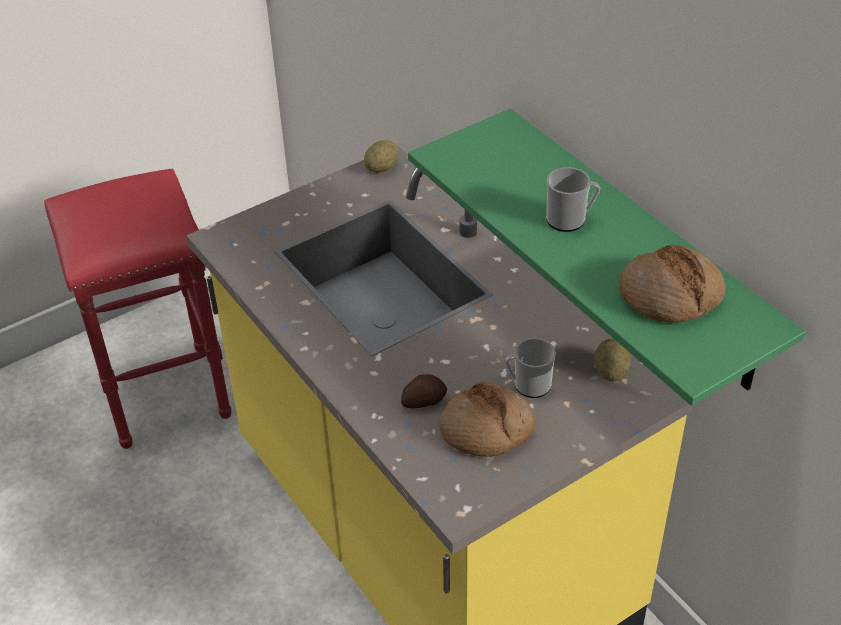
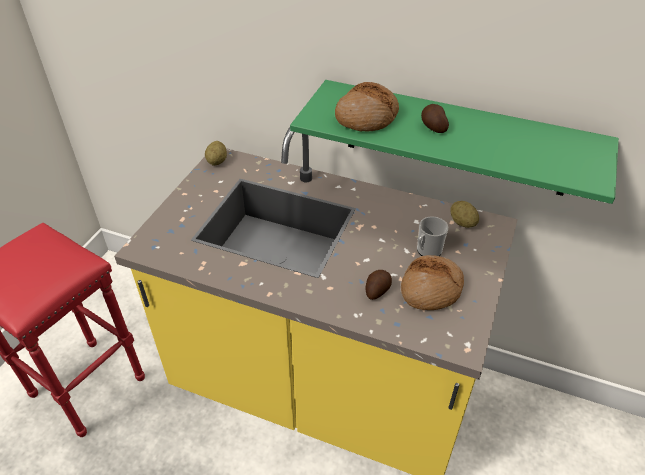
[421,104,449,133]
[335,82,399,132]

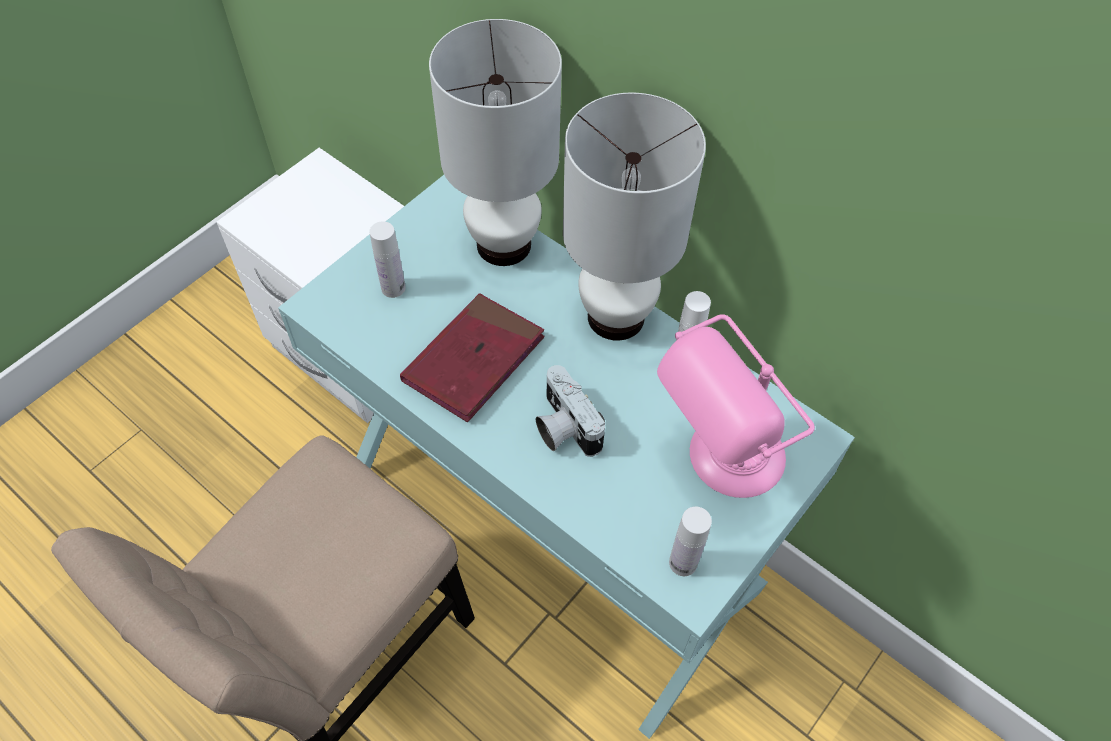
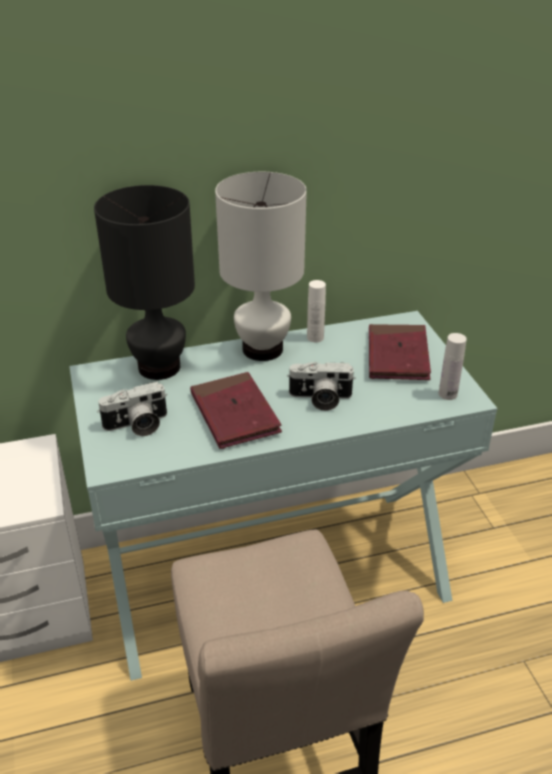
[94,185,195,380]
[97,382,167,436]
[369,324,431,380]

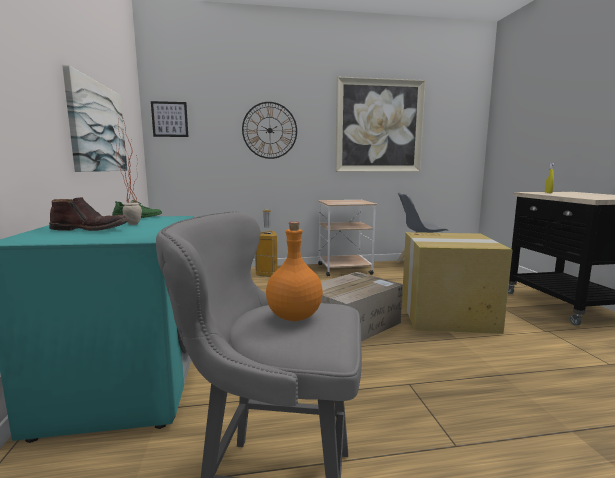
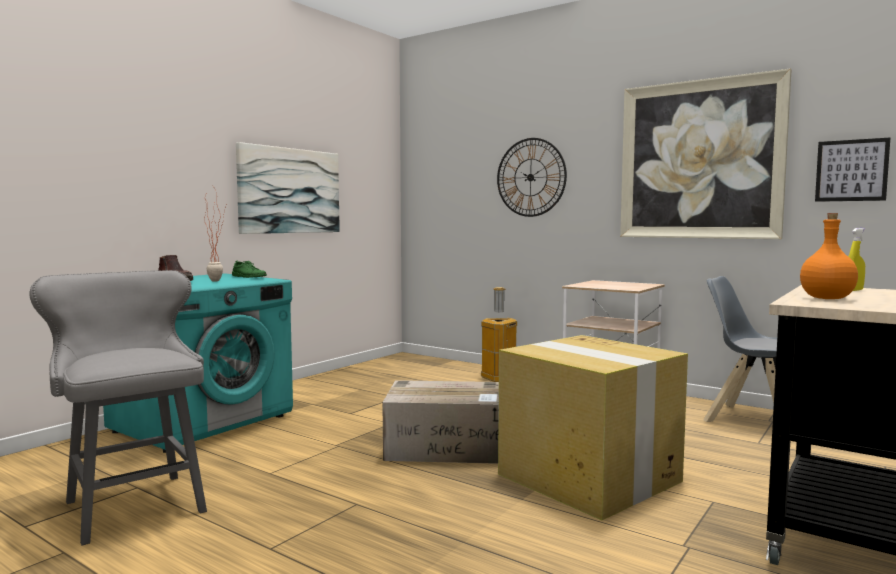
[815,138,890,202]
[800,213,858,299]

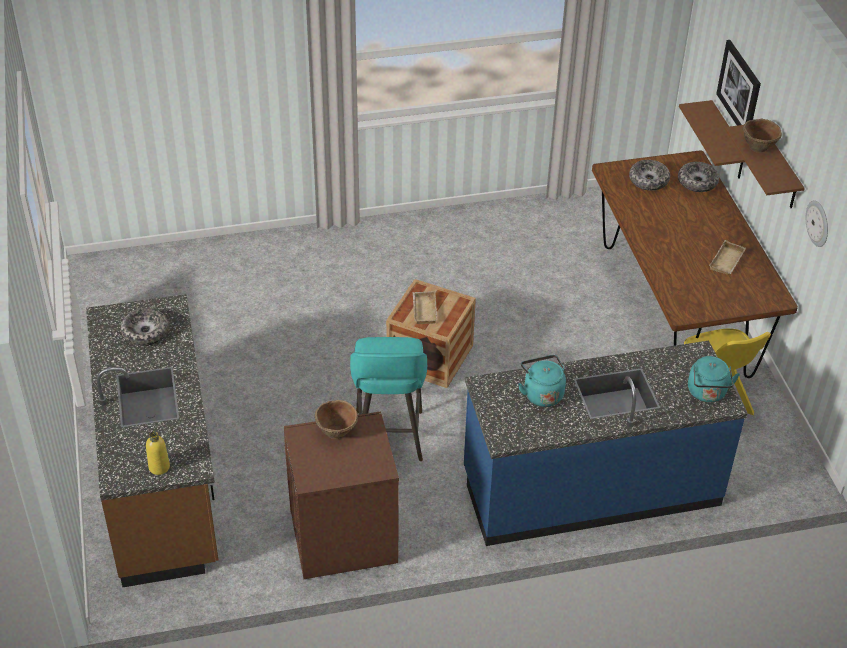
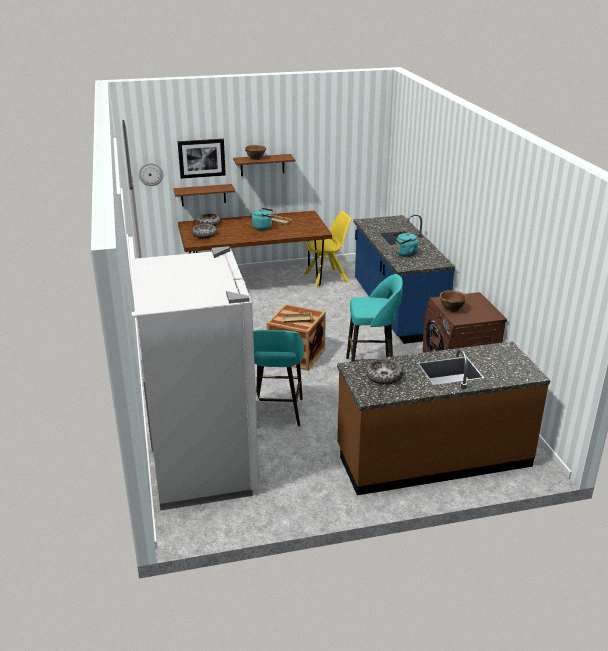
[138,162,164,186]
[252,208,273,230]
[146,431,170,475] (first image)
[132,246,261,511]
[253,330,304,426]

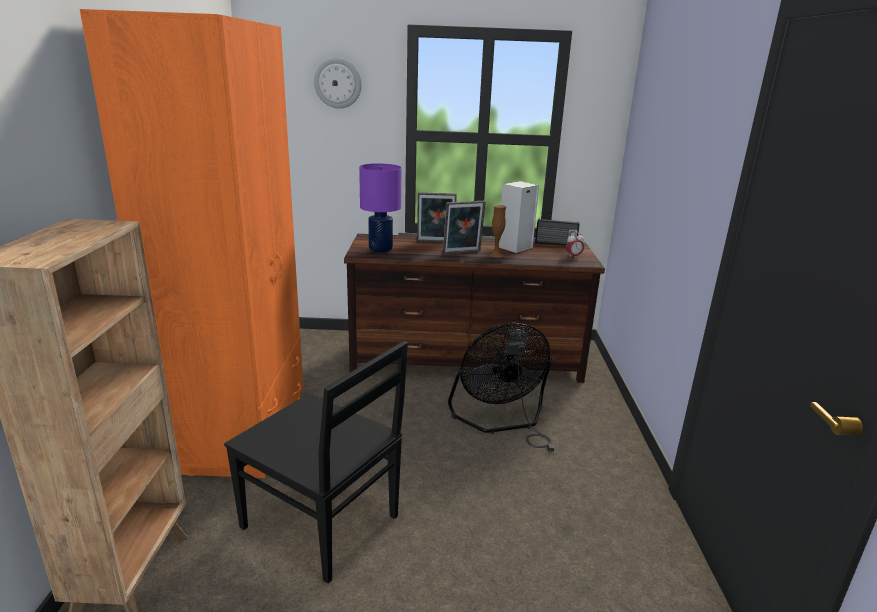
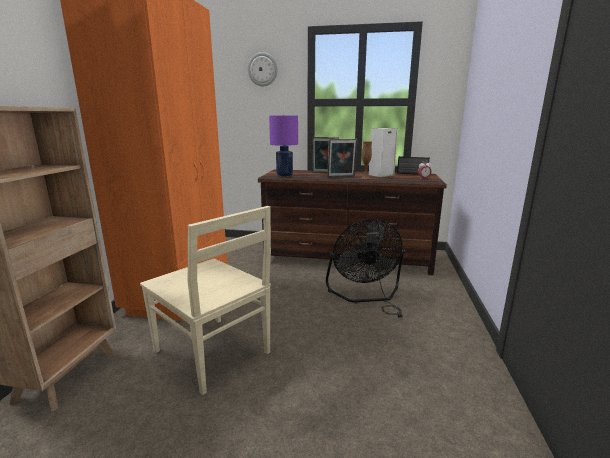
[140,206,271,395]

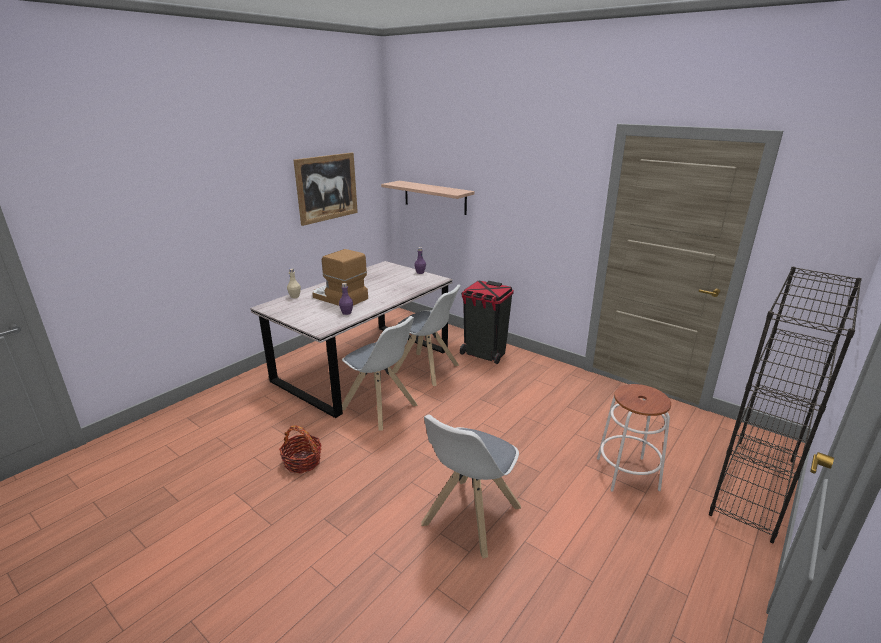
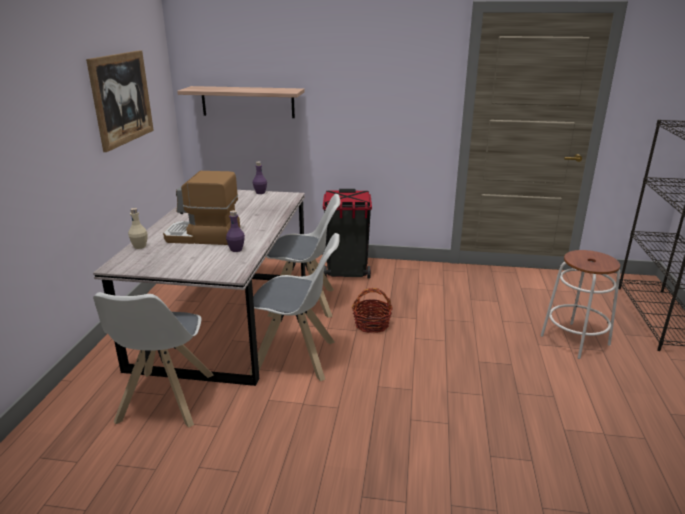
[93,292,214,427]
[352,288,393,333]

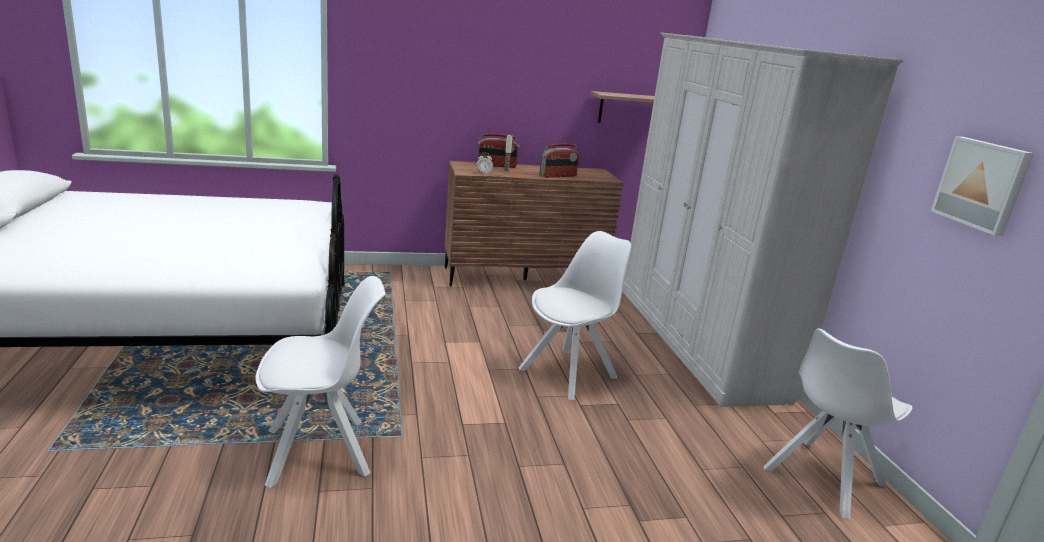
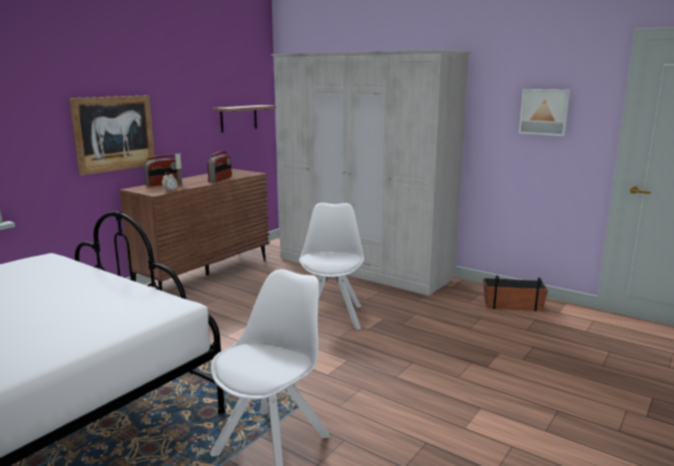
[483,276,548,311]
[69,95,155,176]

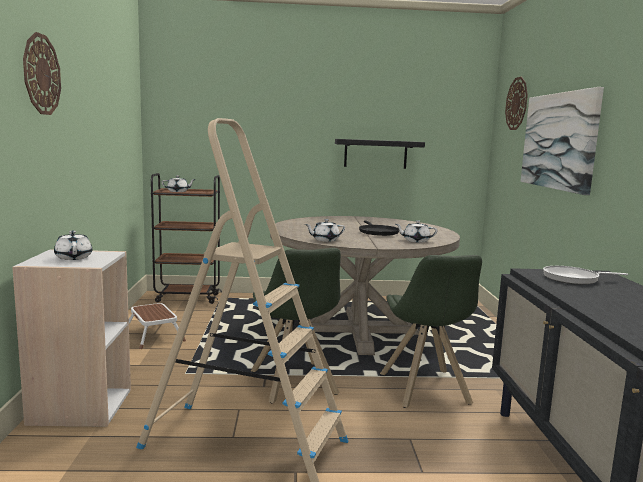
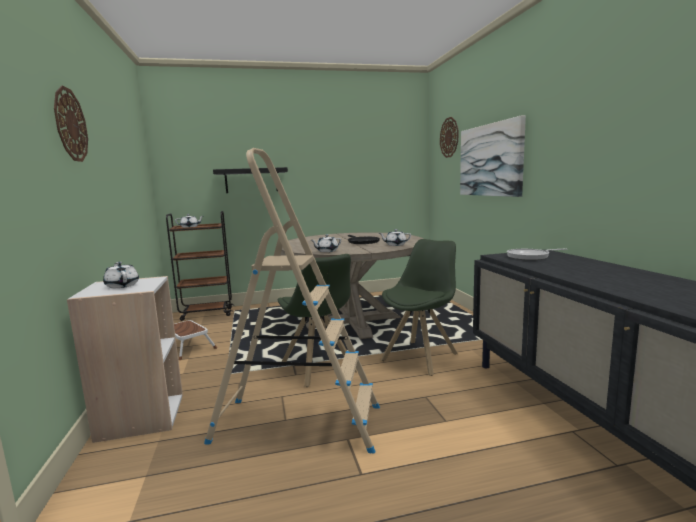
[213,167,288,193]
[381,239,458,376]

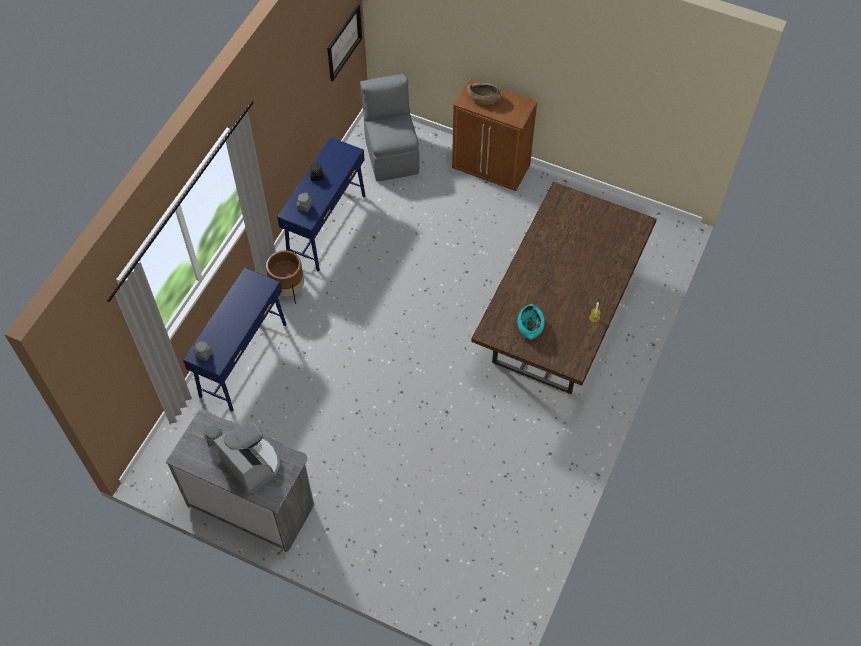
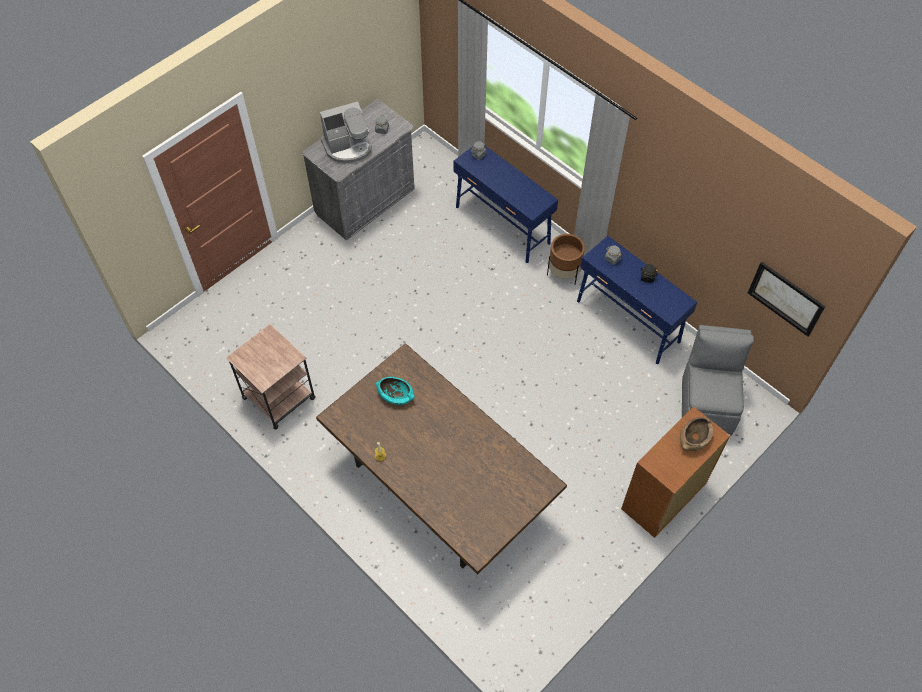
[682,325,754,436]
[226,324,316,430]

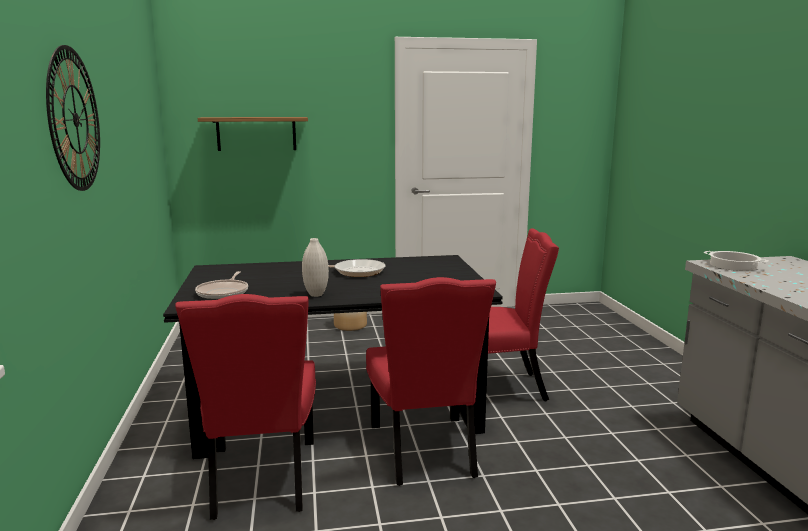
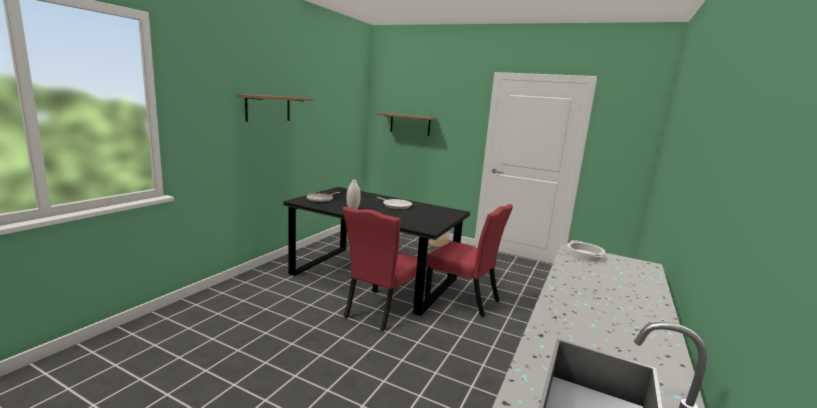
[237,94,313,122]
[175,294,316,520] (first image)

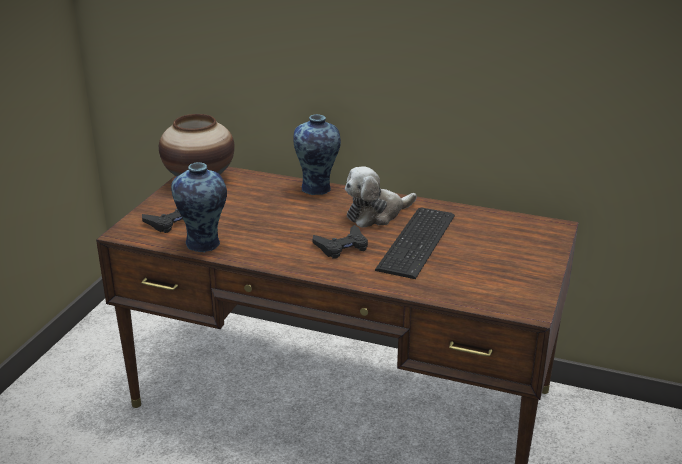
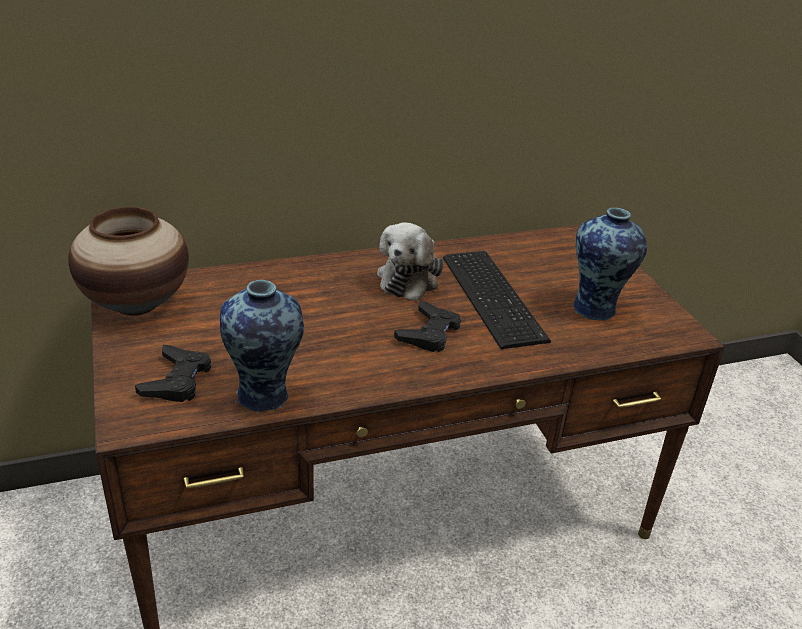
[573,207,647,320]

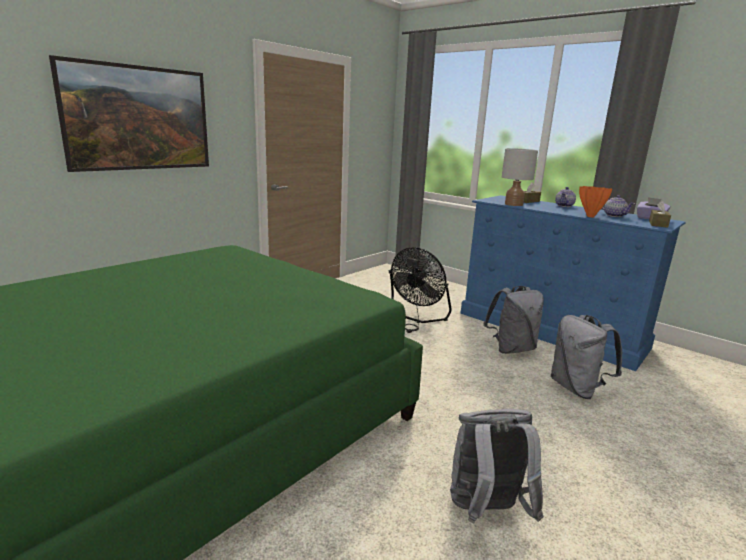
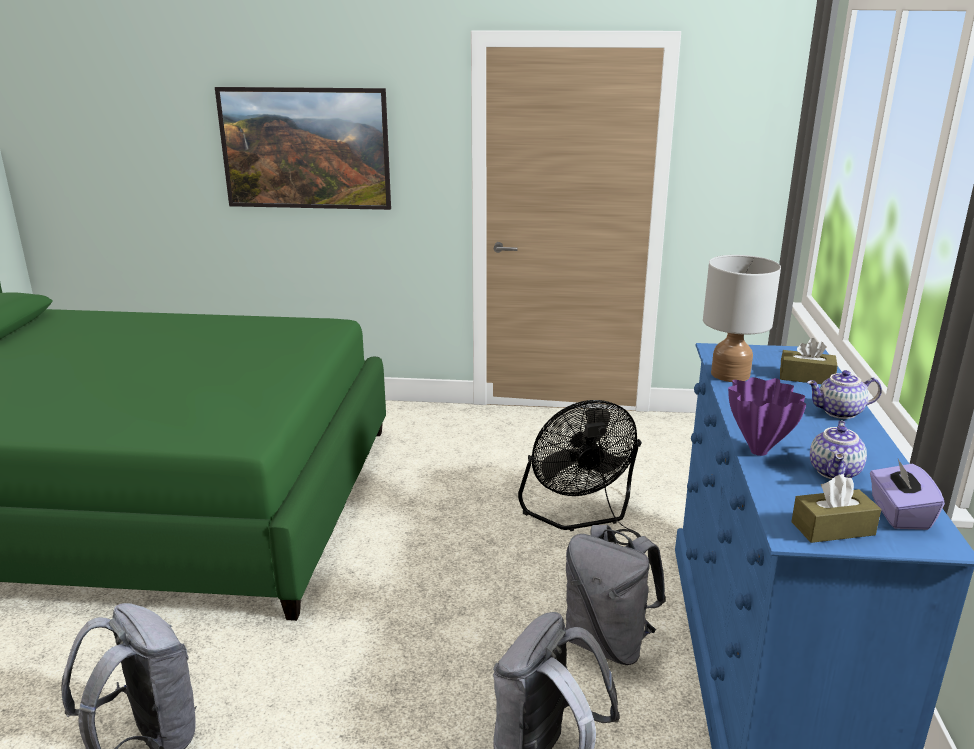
[728,377,806,456]
[518,400,642,545]

